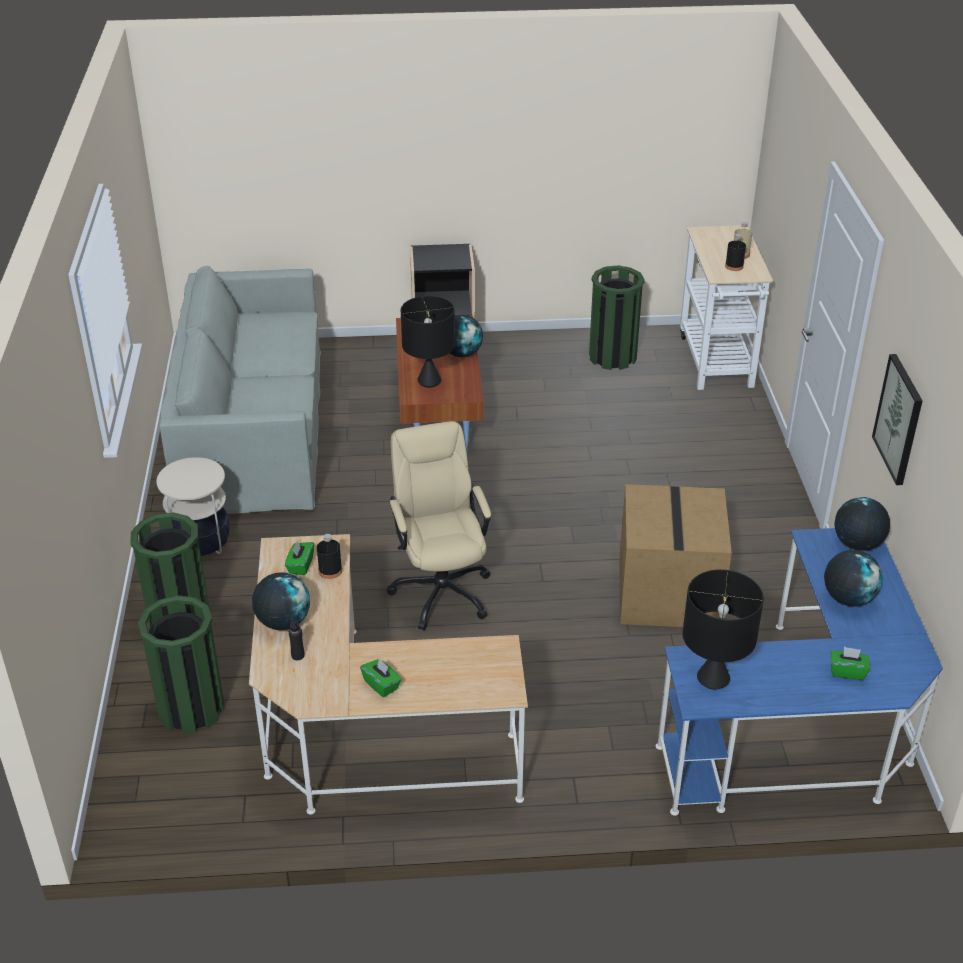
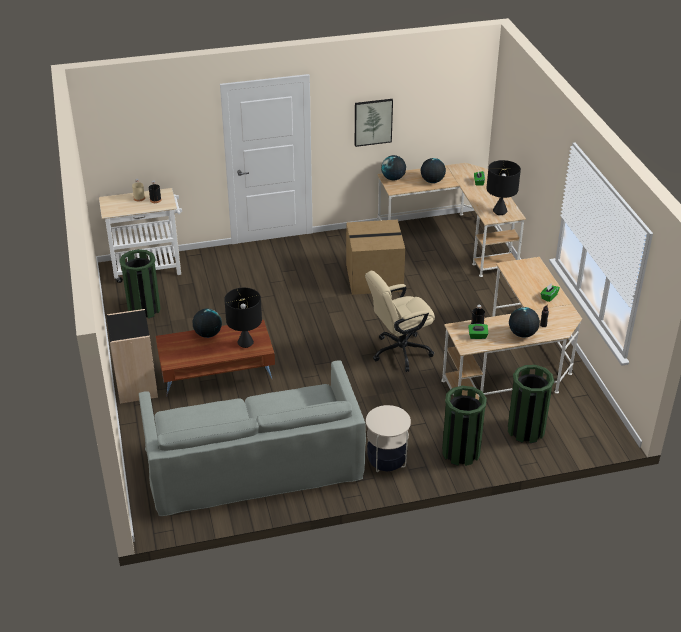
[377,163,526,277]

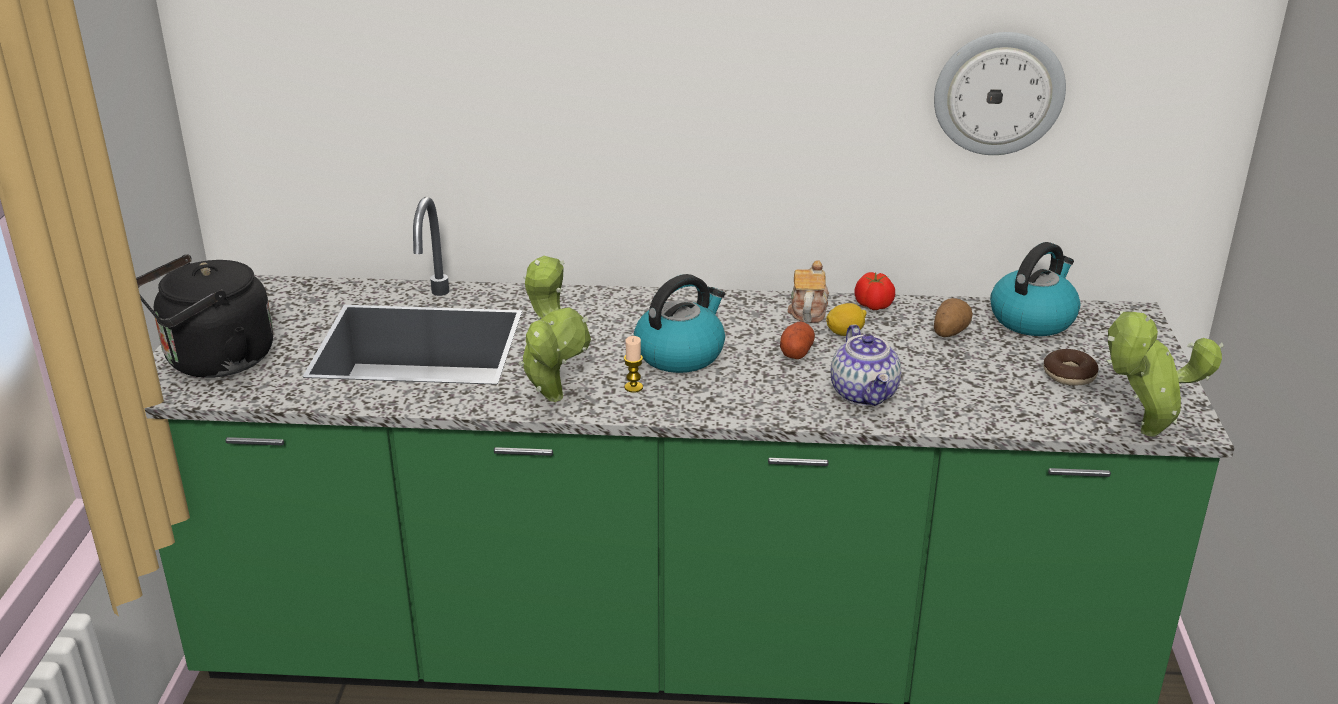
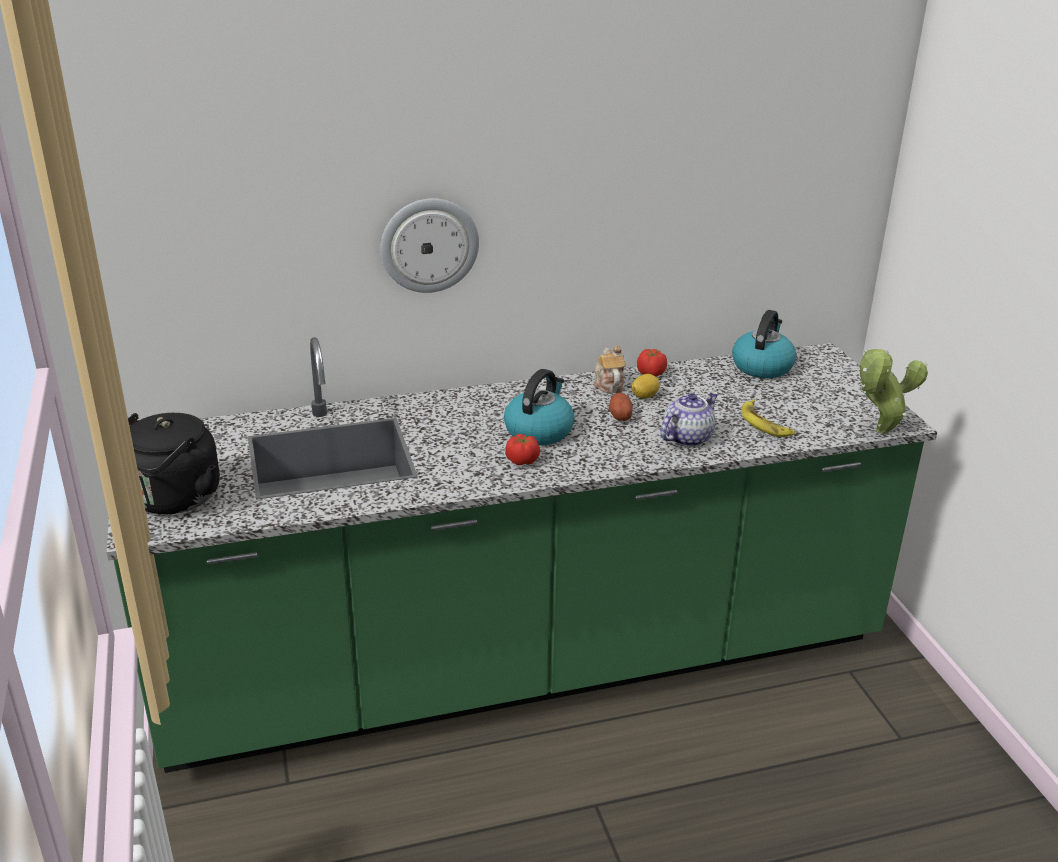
[380,198,479,293]
[519,256,591,402] (first image)
[934,298,973,337] (first image)
[661,391,719,447]
[505,434,540,465]
[1044,349,1099,385] (first image)
[741,400,795,437]

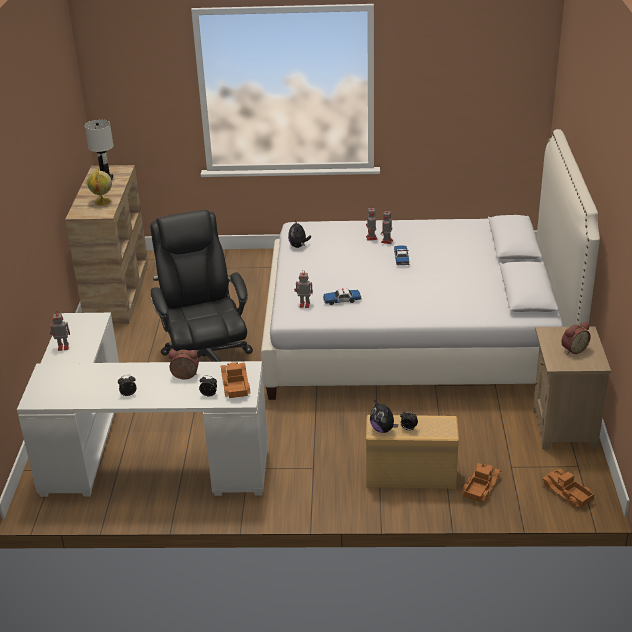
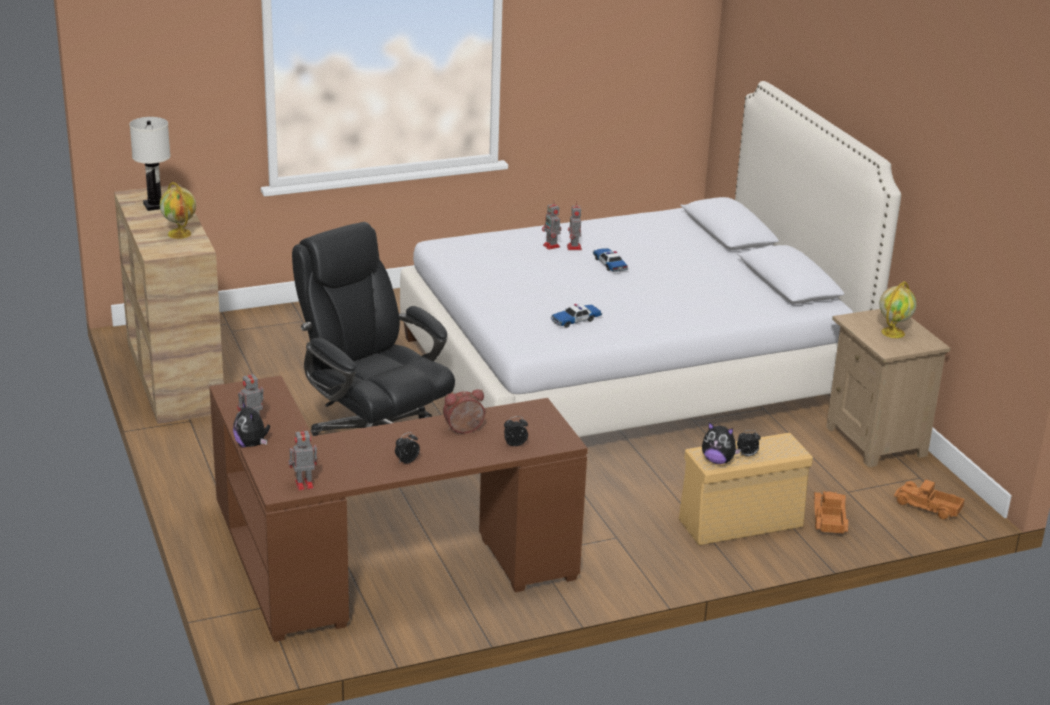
[233,401,270,448]
[288,426,317,490]
[209,376,588,642]
[879,281,917,338]
[221,362,251,398] (first image)

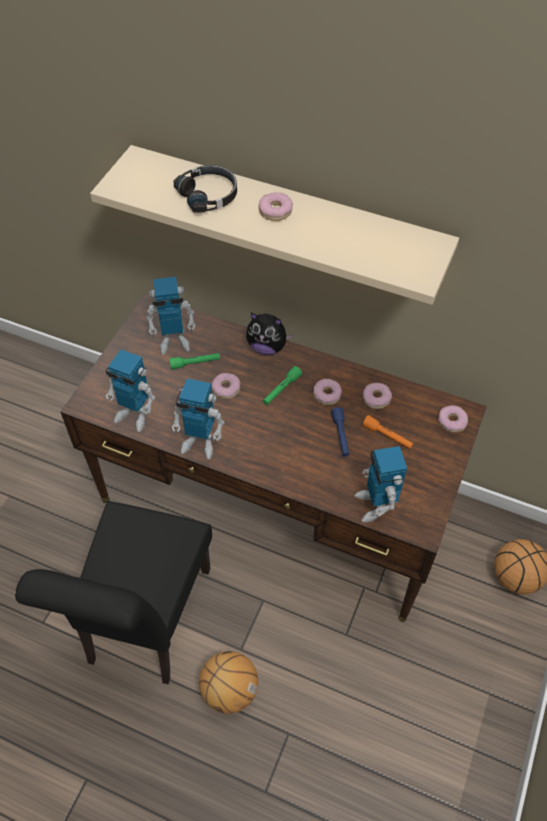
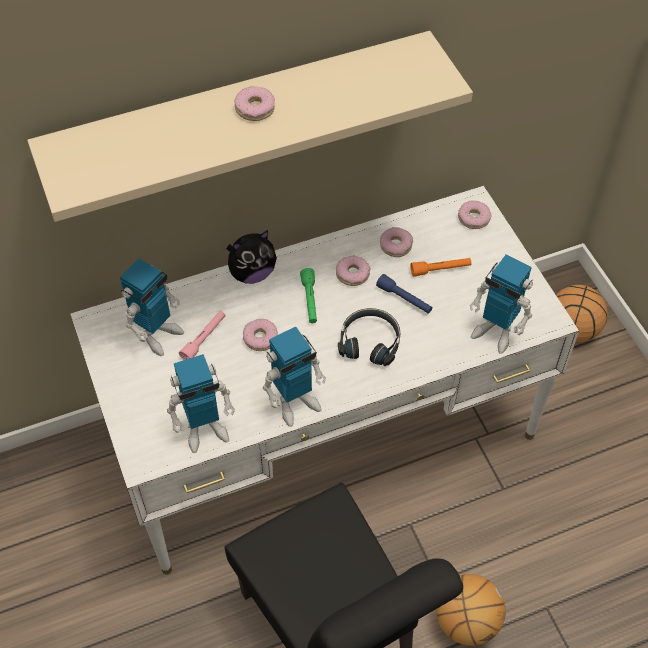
[338,308,400,366]
[70,186,579,575]
[179,311,225,360]

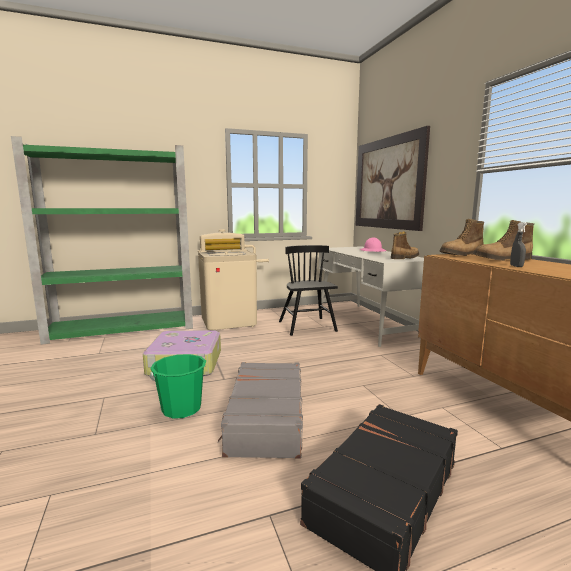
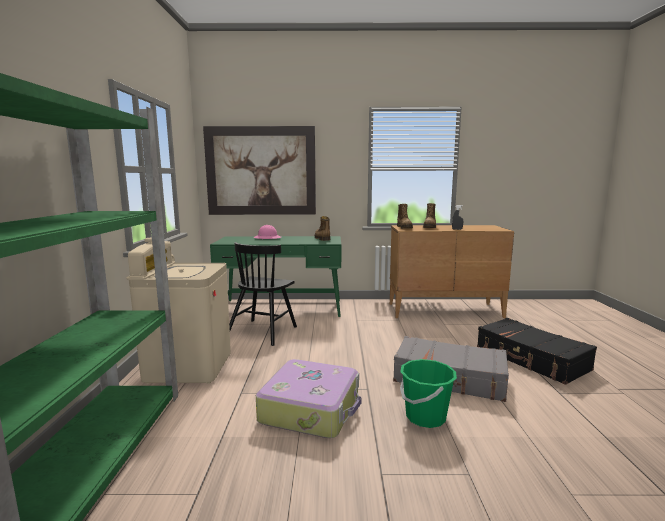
[229,242,297,346]
[210,236,341,317]

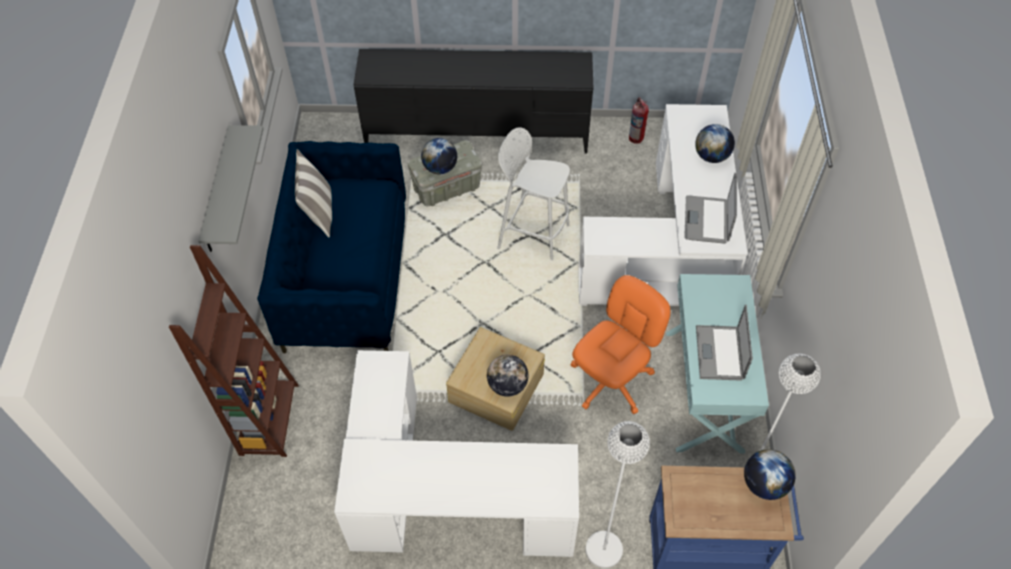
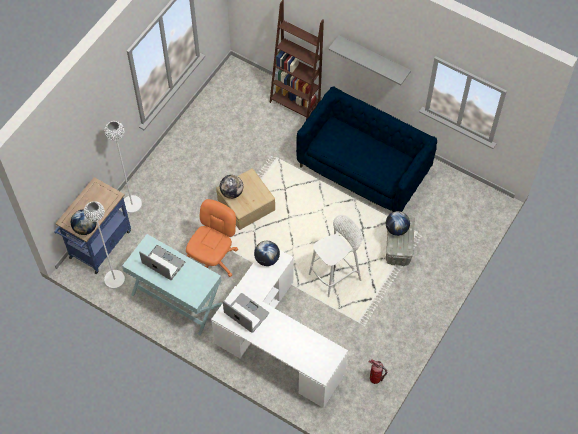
[353,49,593,153] (first image)
[254,241,280,266]
[295,149,332,237] (first image)
[186,199,238,277]
[334,350,579,557] (first image)

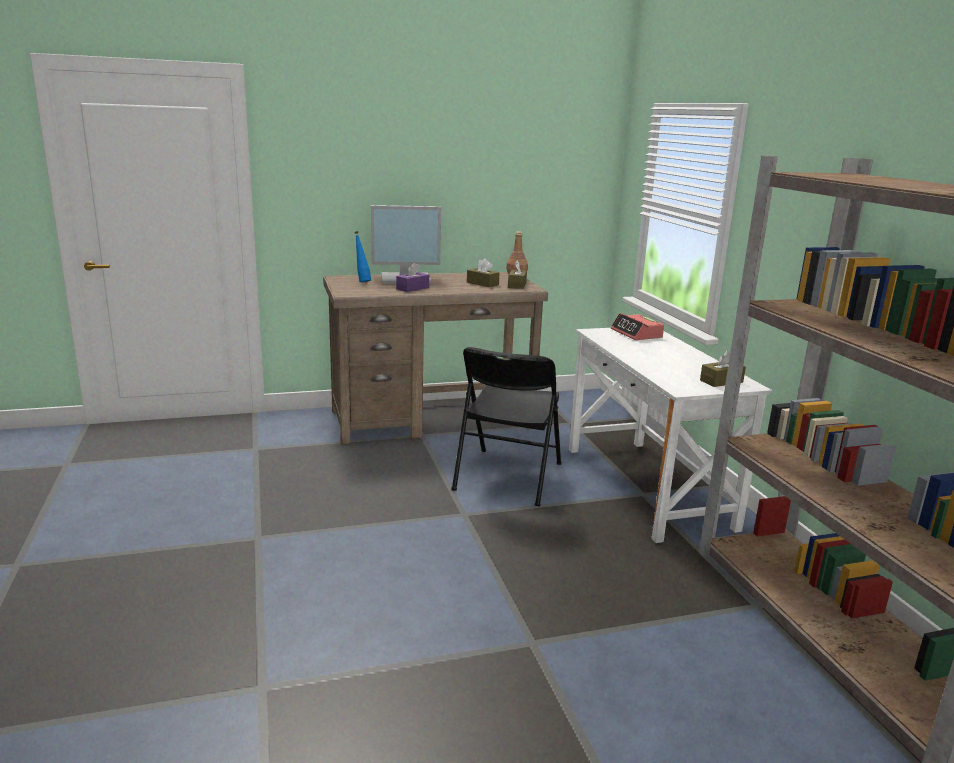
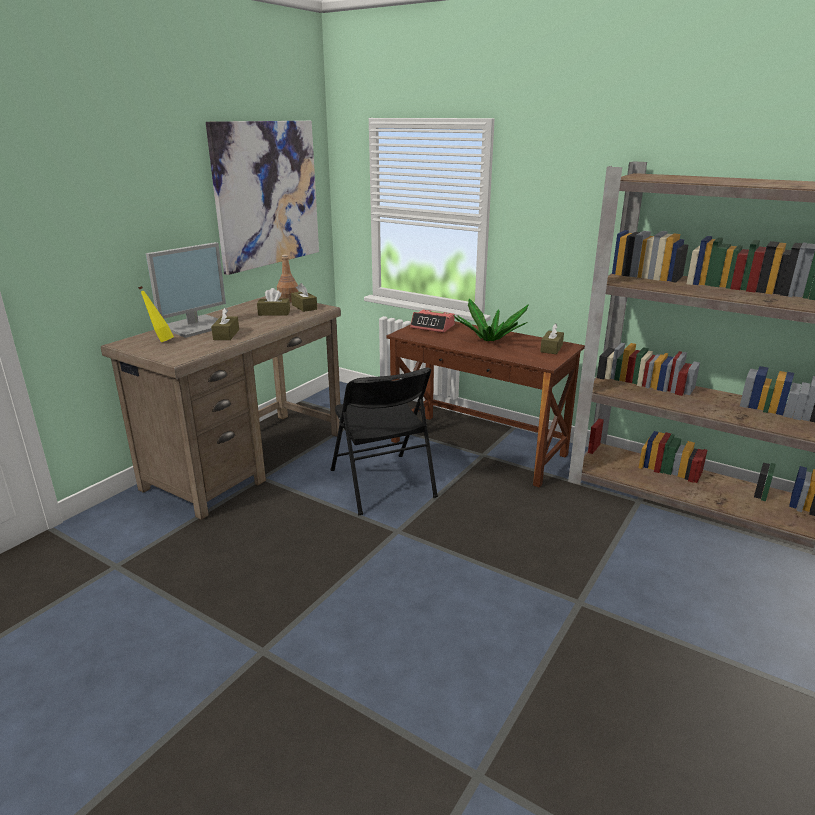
[138,286,174,342]
[211,307,239,340]
[386,321,585,488]
[206,121,319,275]
[454,298,529,341]

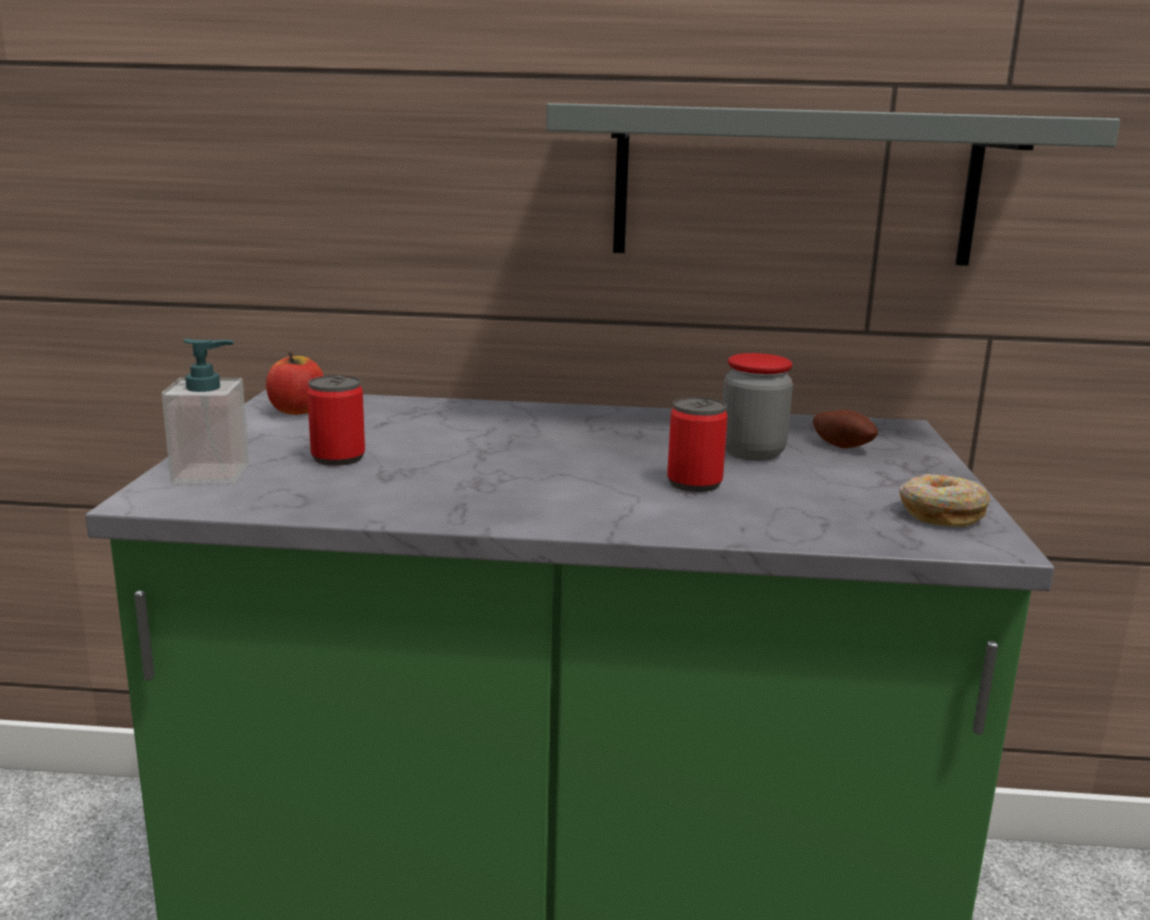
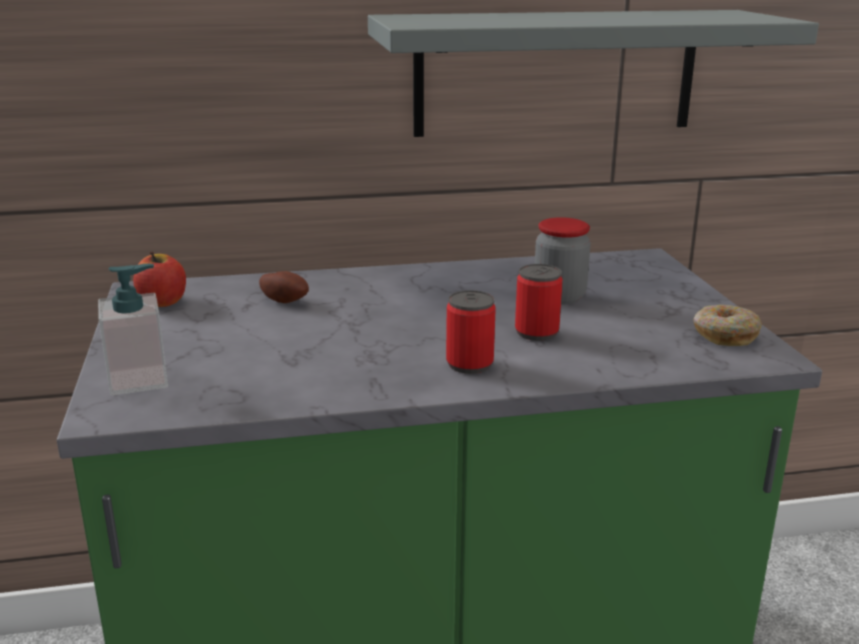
[446,290,496,374]
[259,271,309,303]

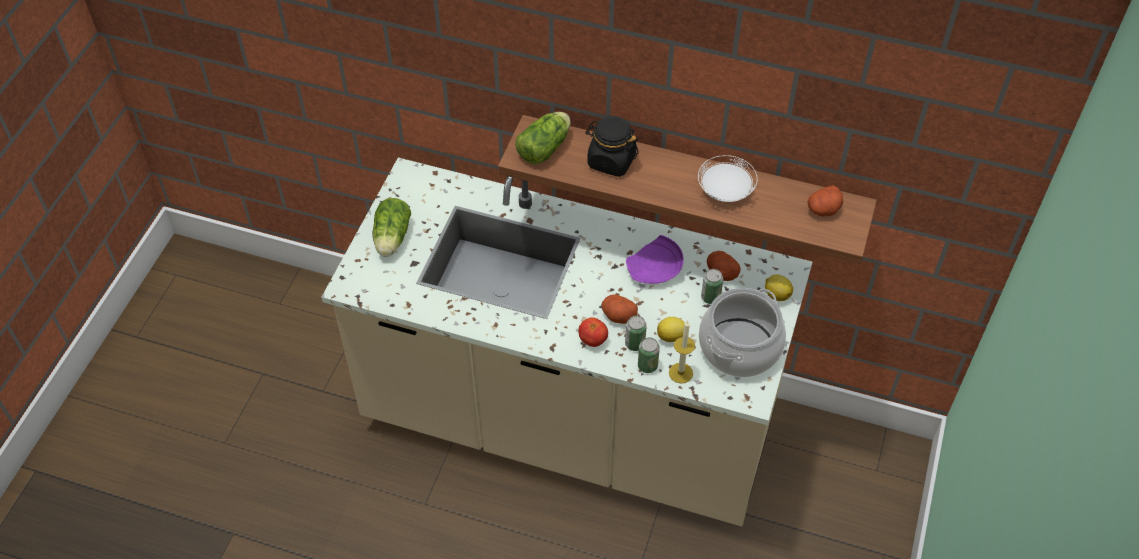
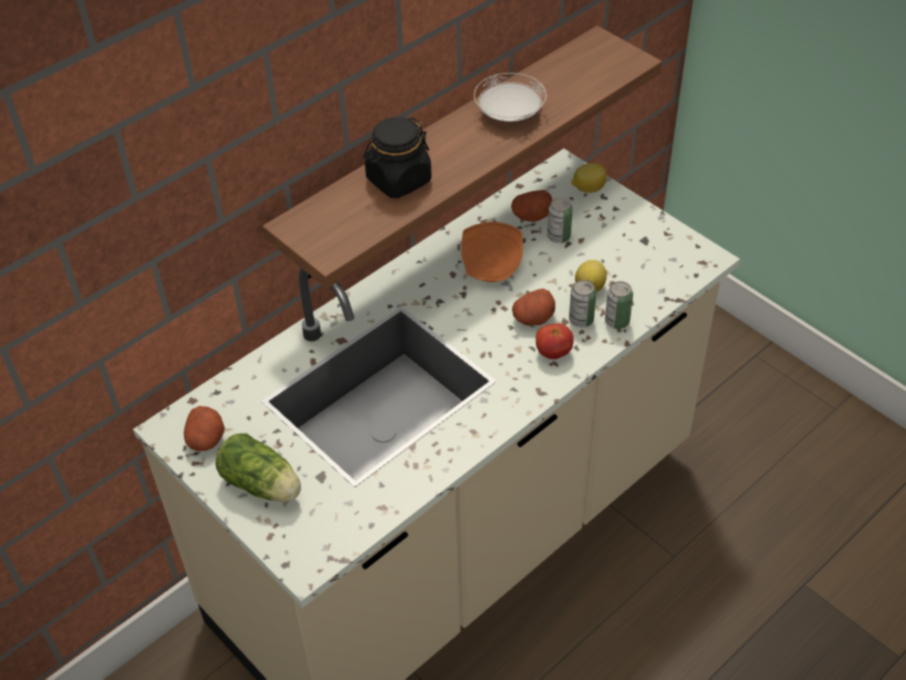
[515,112,571,164] (first image)
[184,406,225,451]
[461,222,523,282]
[699,288,786,377] (first image)
[669,320,695,384] (first image)

